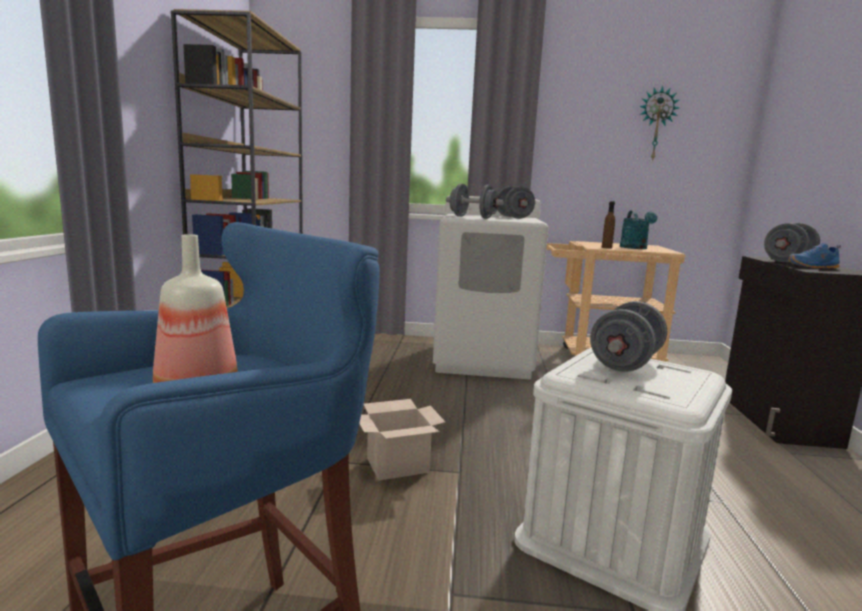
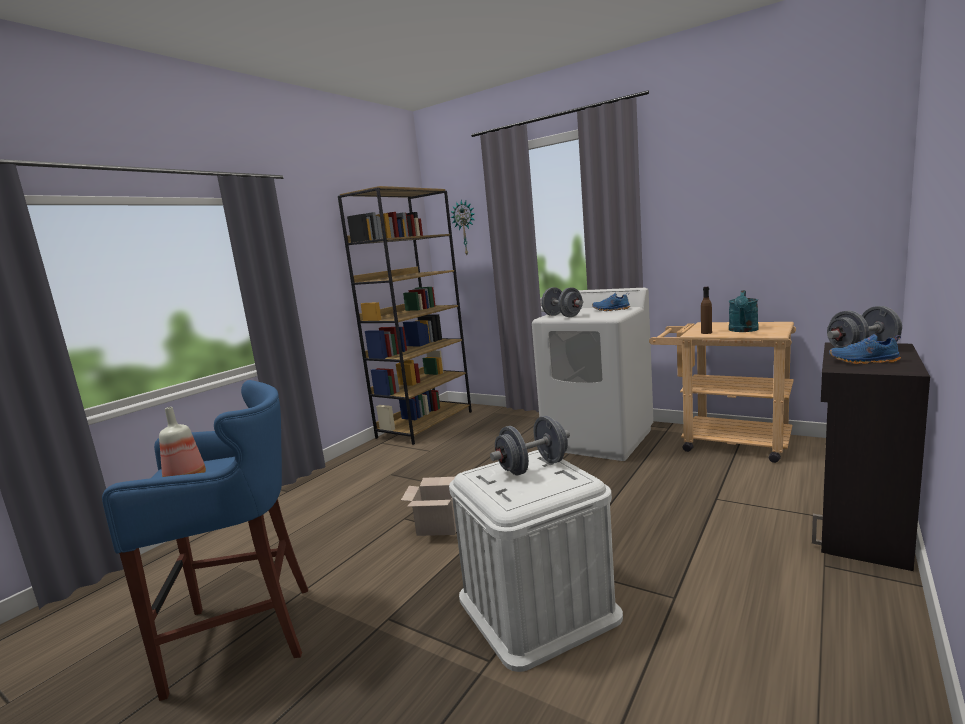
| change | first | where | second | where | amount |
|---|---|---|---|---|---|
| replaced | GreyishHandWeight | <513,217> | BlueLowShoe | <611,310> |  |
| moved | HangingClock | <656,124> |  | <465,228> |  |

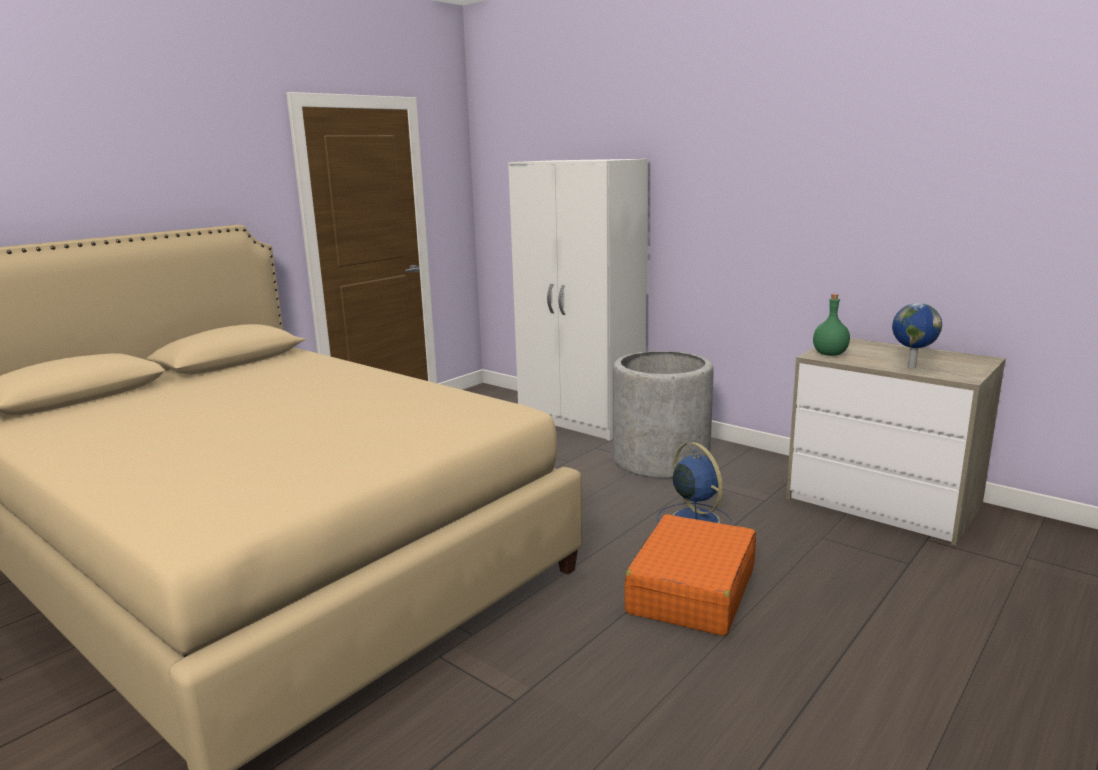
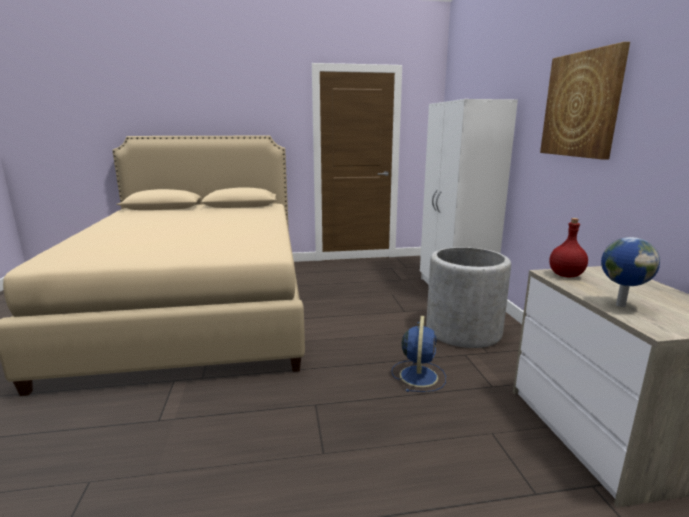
| change | first | where | second | where | amount |
|---|---|---|---|---|---|
| removed | OrangeTravelCase | <691,591> |  |  |  |
| recoloured | GreenColouredDrinkBottle | <829,354> | RedDrinkBottle | <565,275> |  |
| added |  |  | Picture | <581,105> |  |

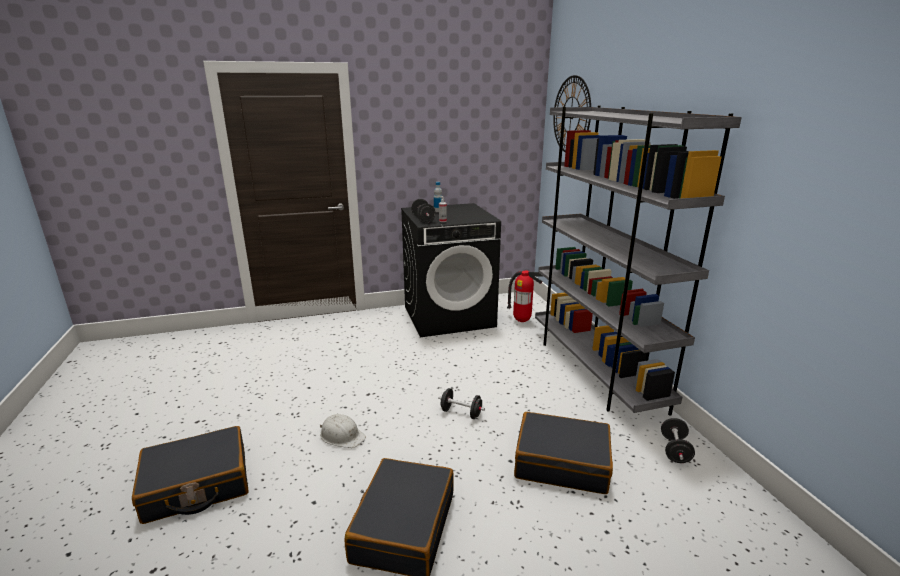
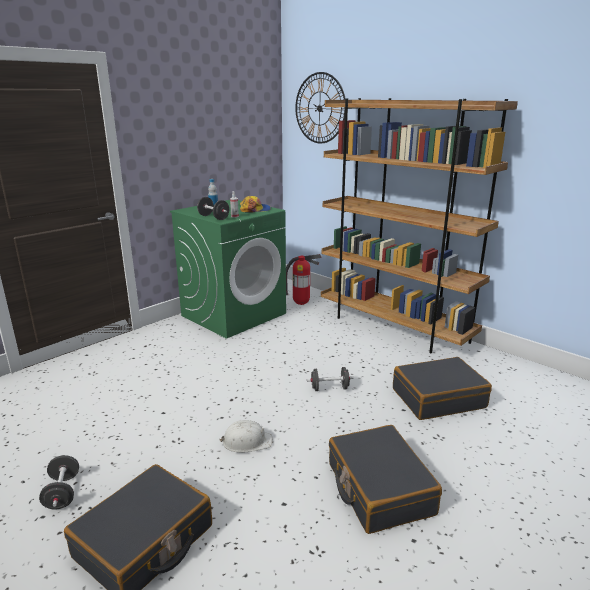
| change | first | where | second | where | amount |
|---|---|---|---|---|---|
| recoloured | BlackLaundryAppliance | <449,316> | GreenColouredLaundryAppliance | <234,314> |  |
| recoloured | GreyishBookshelf | <595,370> | BrownishBookshelf | <394,327> |  |
| moved | BlackHandWeight | <675,450> |  | <62,493> |  |
| added |  |  | Cap | <255,210> |  |

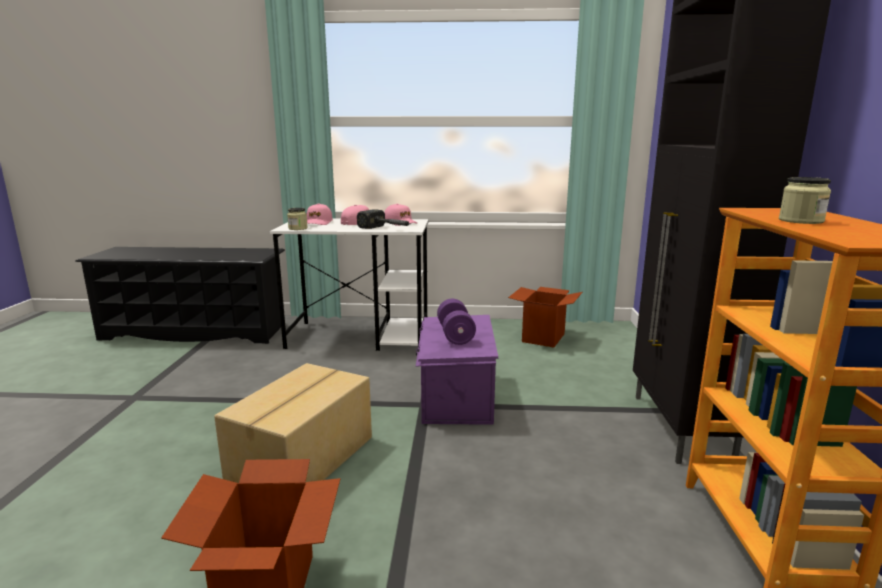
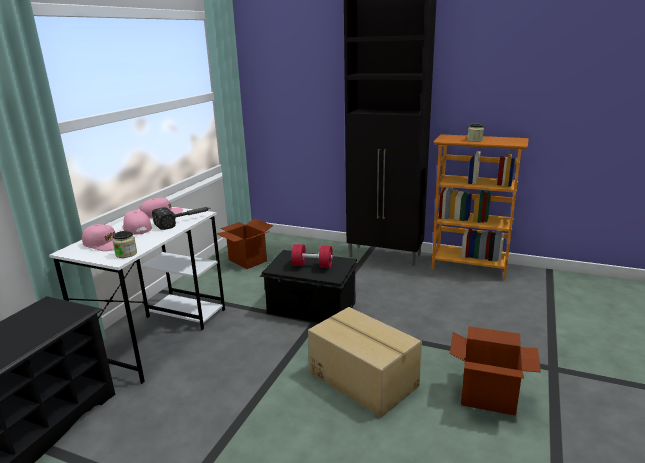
| change | first | where | second | where | amount |
|---|---|---|---|---|---|
| recoloured | PurpleColouredStorageBin | <455,396> | BlackStorageBin | <312,308> |  |
| recoloured | PurpleColouredHandWeight | <455,335> | RedHandWeight | <312,265> |  |

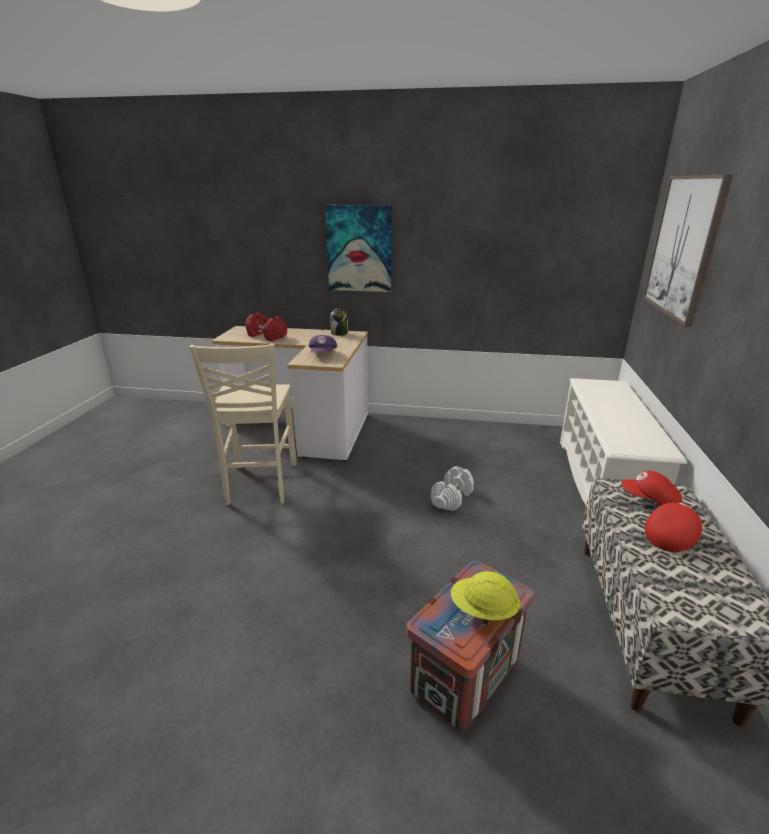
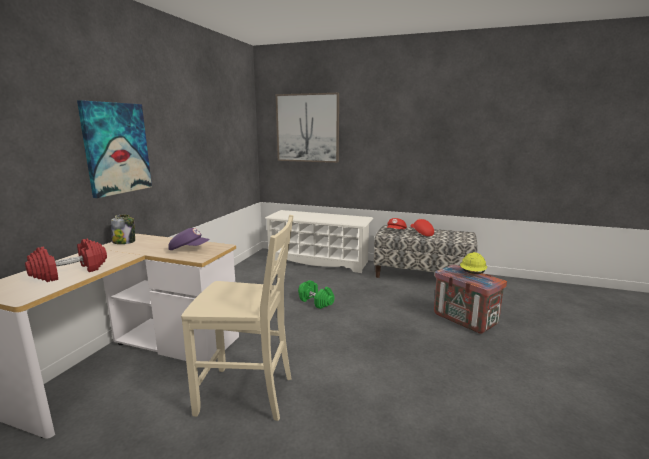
| change | first | where | second | where | amount |
|---|---|---|---|---|---|
| recoloured | WhiteHandWeight | <452,498> | GreenColouredHandWeight | <316,302> |  |

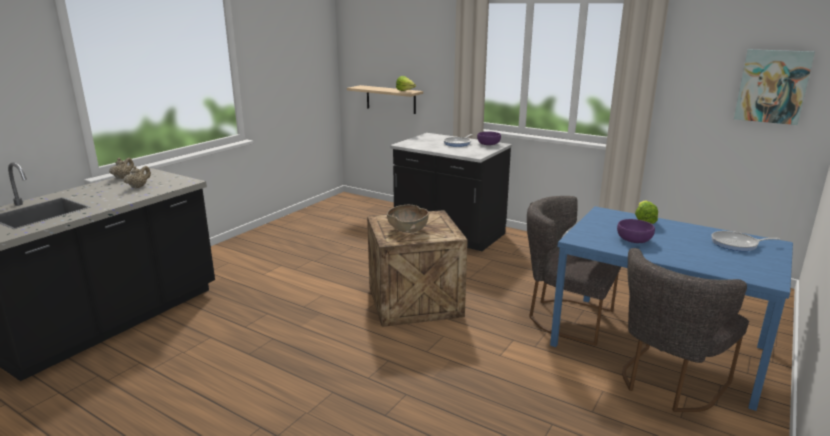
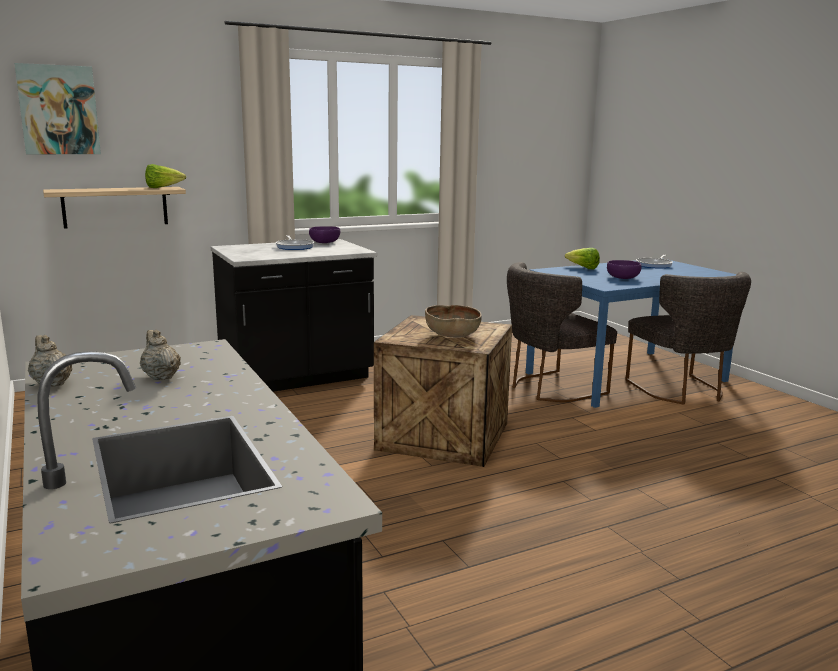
| change | first | where | second | where | amount |
|---|---|---|---|---|---|
| moved | Picture | <772,86> |  | <58,110> |  |

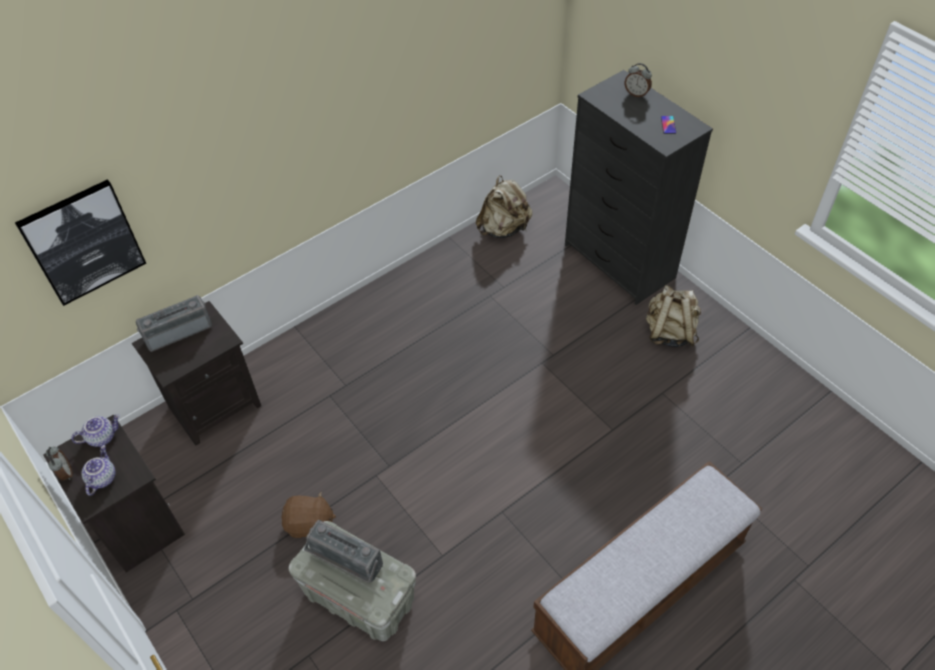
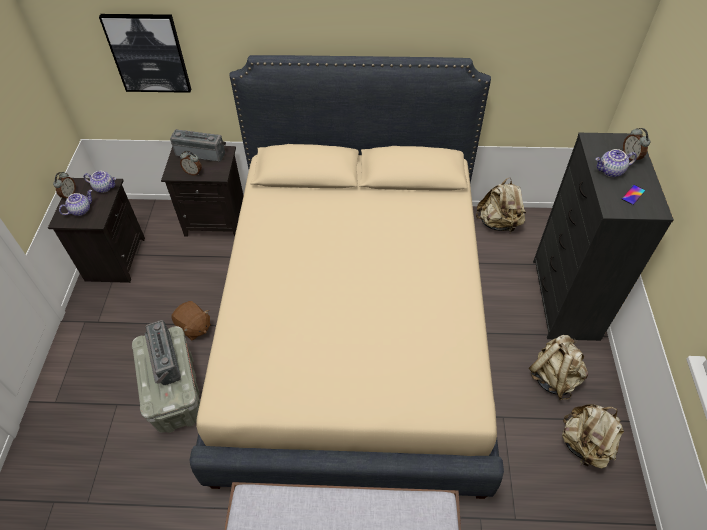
| change | first | where | second | where | amount |
|---|---|---|---|---|---|
| added |  |  | BedsideClock | <193,172> |  |
| added |  |  | BeigeColouredSleepingBed | <355,328> |  |
| added |  |  | BeigeColouredRucksack | <585,445> |  |
| added |  |  | TeaPot | <610,171> |  |

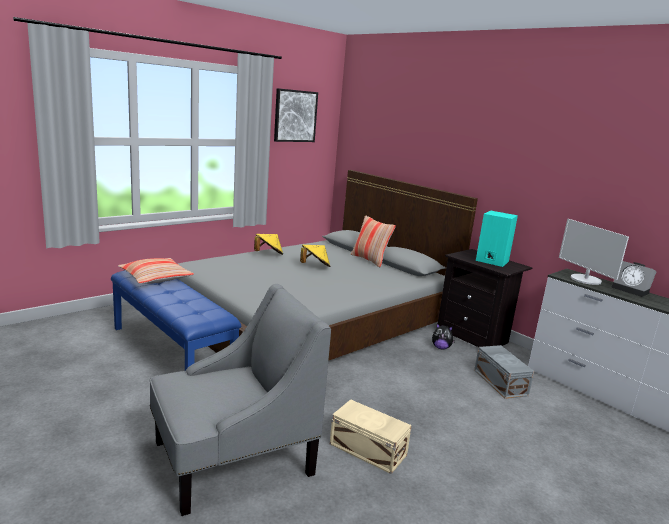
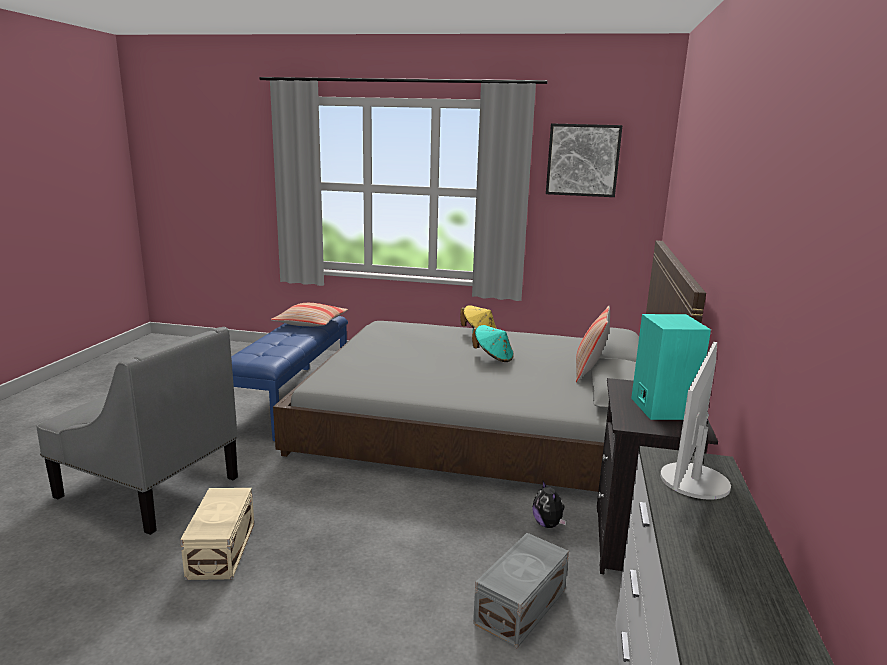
| change | first | where | second | where | amount |
|---|---|---|---|---|---|
| recoloured | YellowishHat | <315,266> | TurquoiseColouredHat | <493,357> |  |
| removed | BedsideClock | <631,290> |  |  |  |

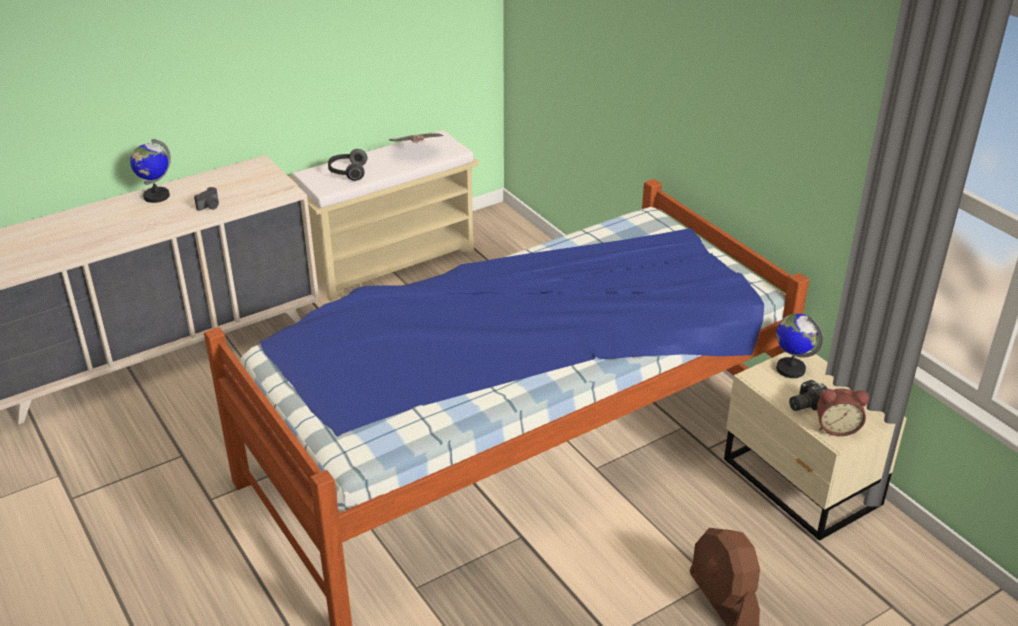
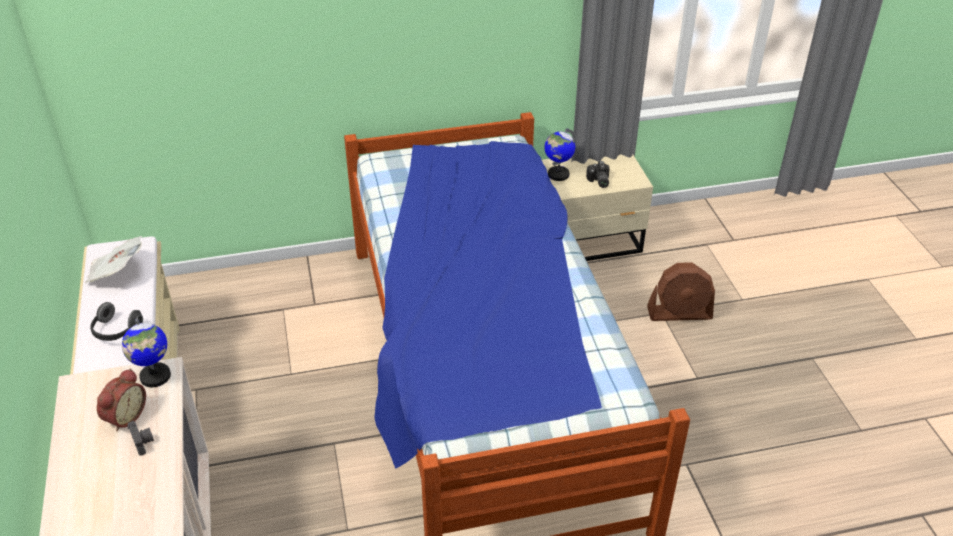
| change | first | where | second | where | amount |
|---|---|---|---|---|---|
| moved | WorldGlobe | <156,196> |  | <155,376> |  |
| moved | BedsideClock | <836,427> |  | <124,416> |  |

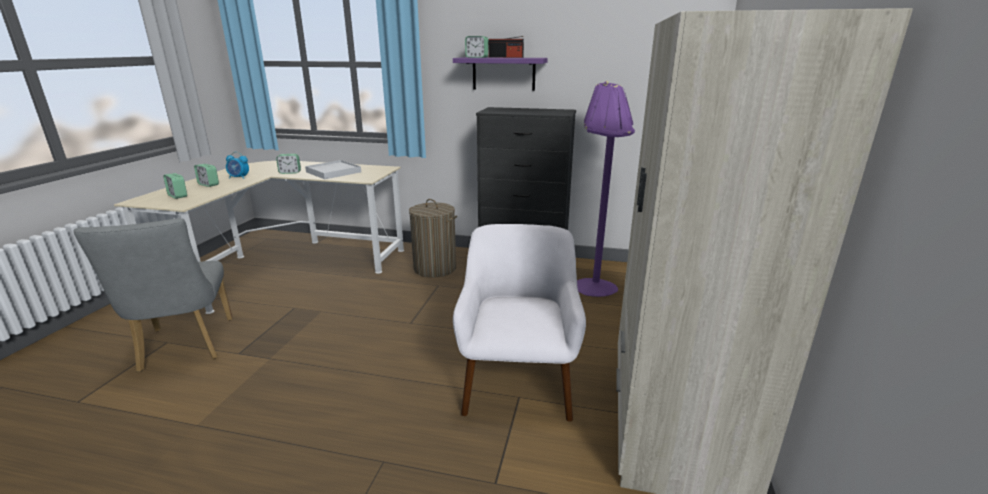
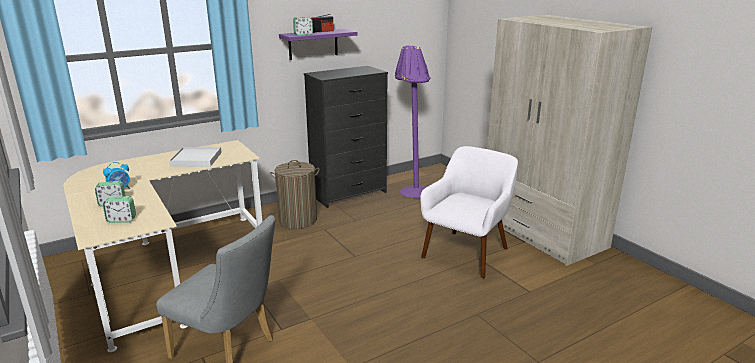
| change | first | where | second | where | amount |
|---|---|---|---|---|---|
| removed | BedsideClock | <290,172> |  |  |  |
| turned | WhiteLoungeChair | <518,382> |  | <467,253> | 75 degrees clockwise |

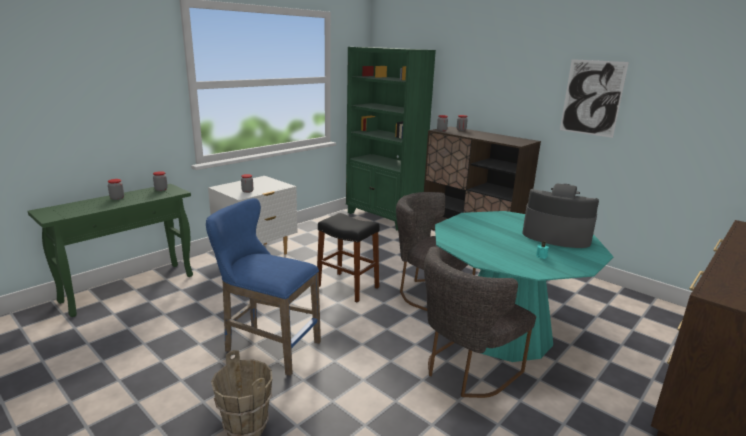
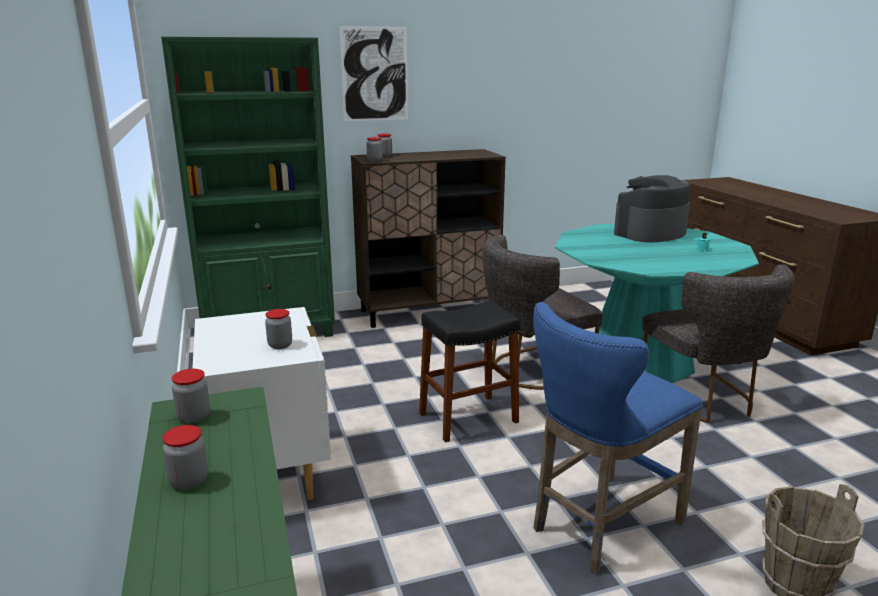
| change | first | where | second | where | amount |
|---|---|---|---|---|---|
| moved | Picture | <592,98> |  | <375,74> |  |

